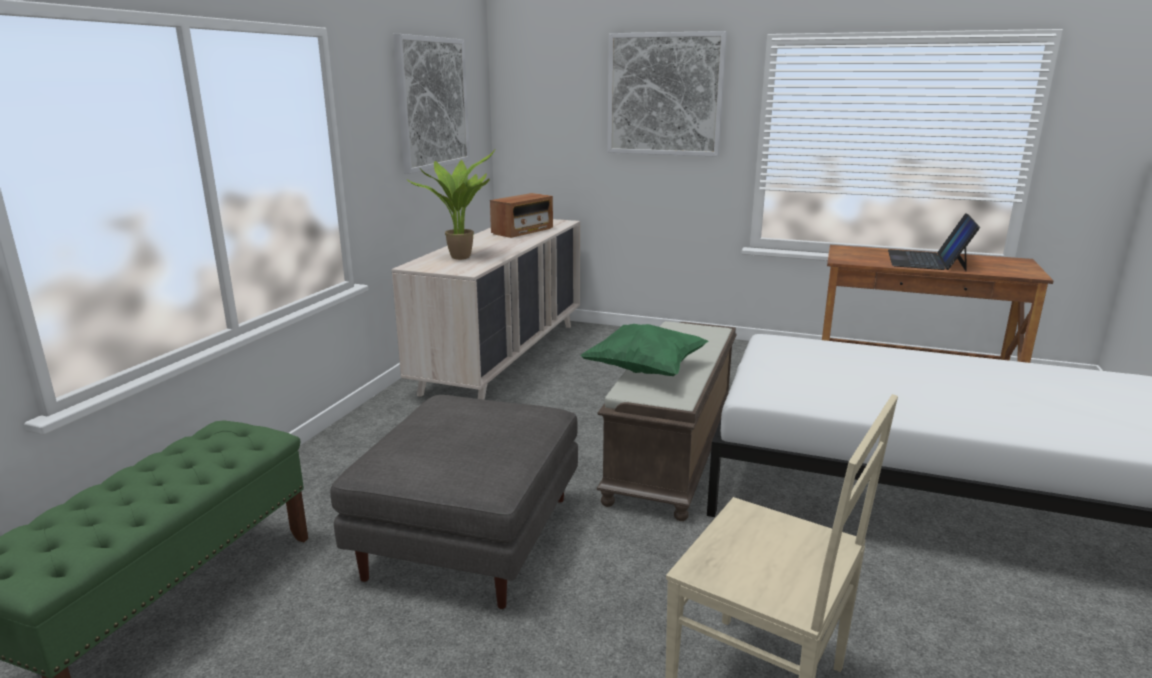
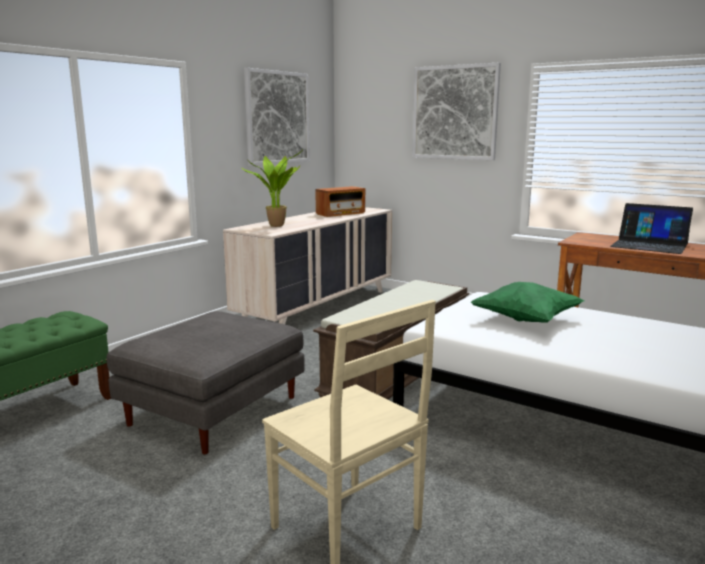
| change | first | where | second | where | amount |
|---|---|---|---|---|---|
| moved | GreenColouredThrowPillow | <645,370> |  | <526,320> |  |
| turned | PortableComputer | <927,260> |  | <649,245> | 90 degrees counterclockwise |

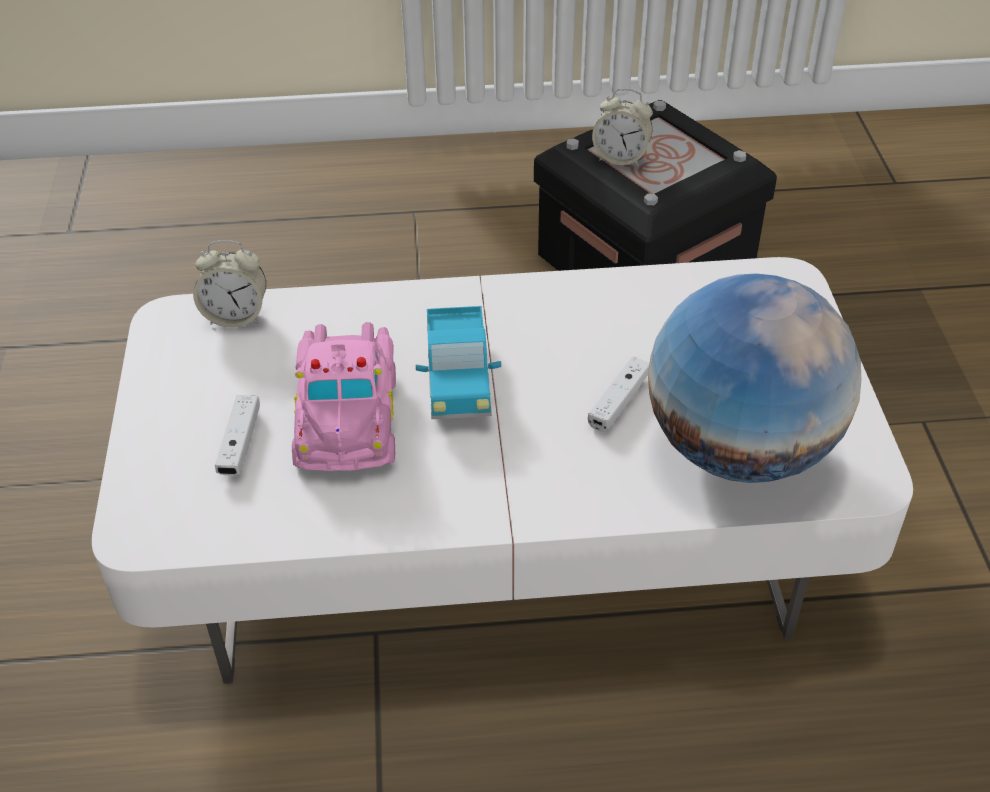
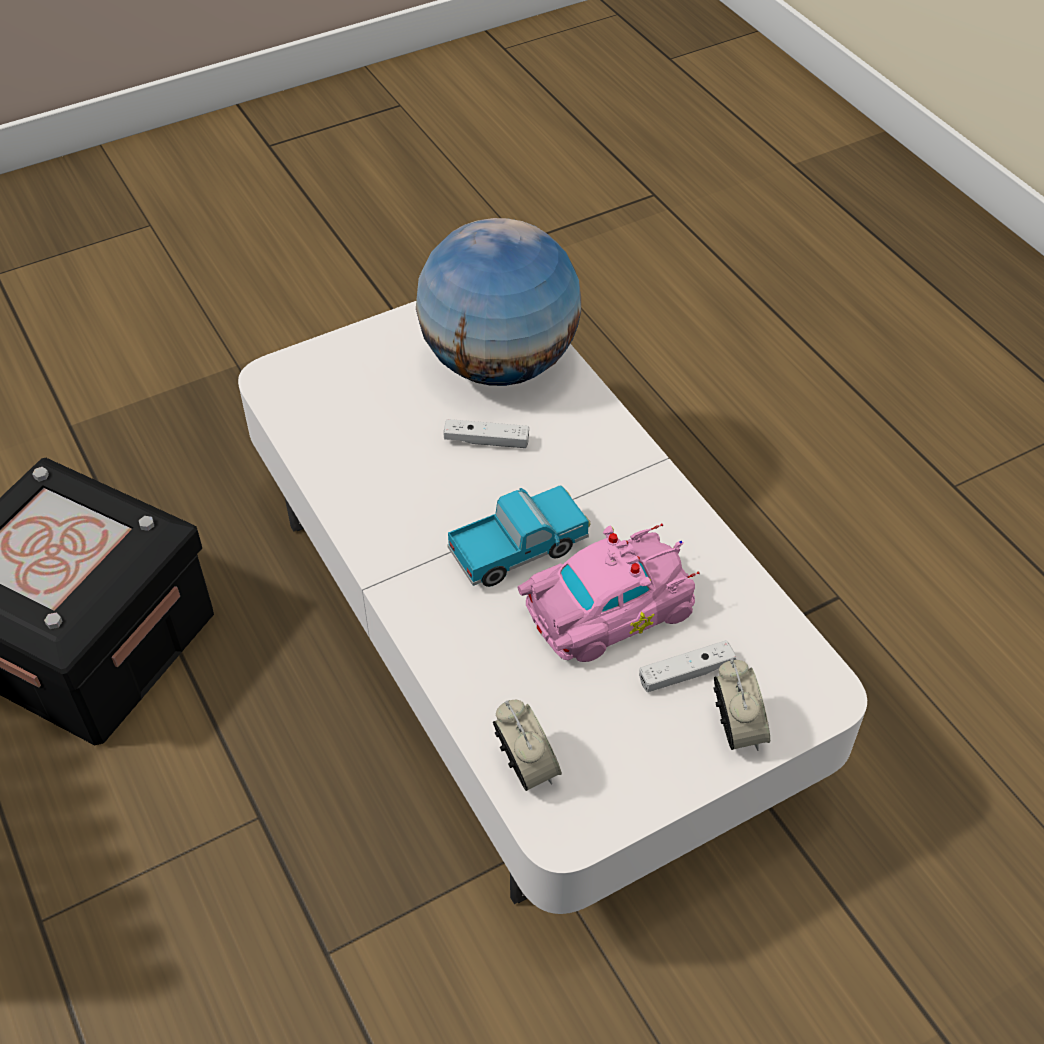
| change | first | where | second | where | amount |
|---|---|---|---|---|---|
| moved | BedsideClock | <621,158> |  | <736,730> |  |

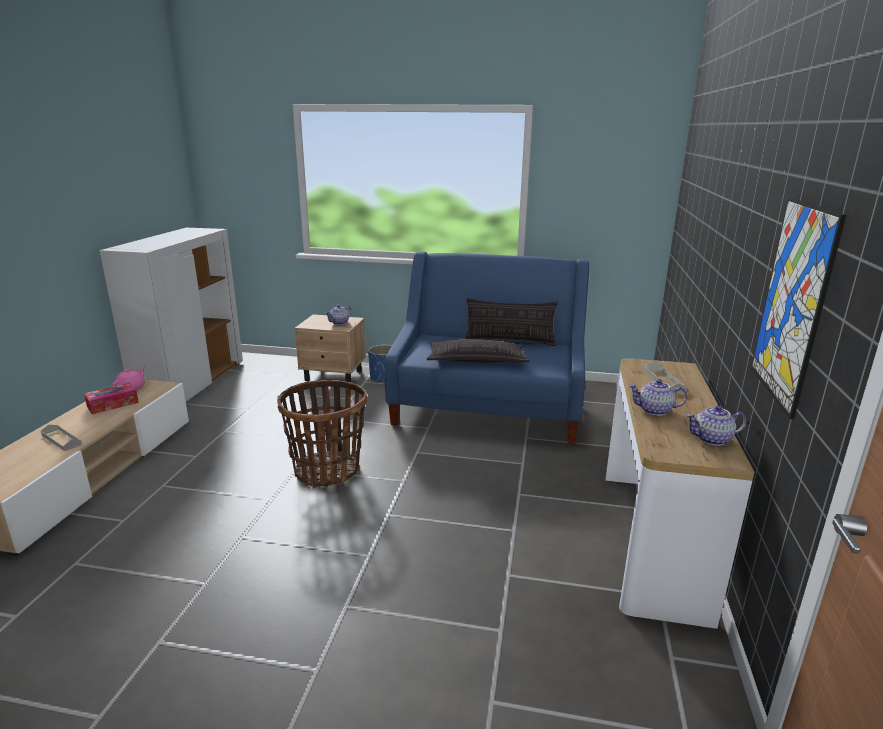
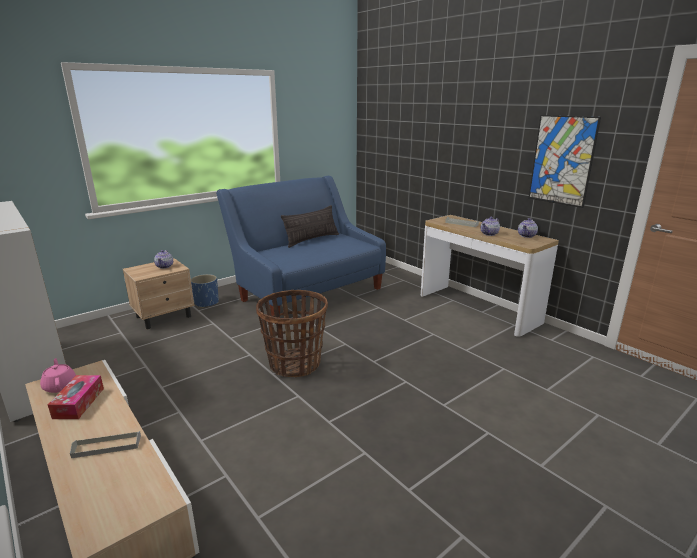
| change | first | where | second | where | amount |
|---|---|---|---|---|---|
| removed | ThrowPillow | <477,360> |  |  |  |

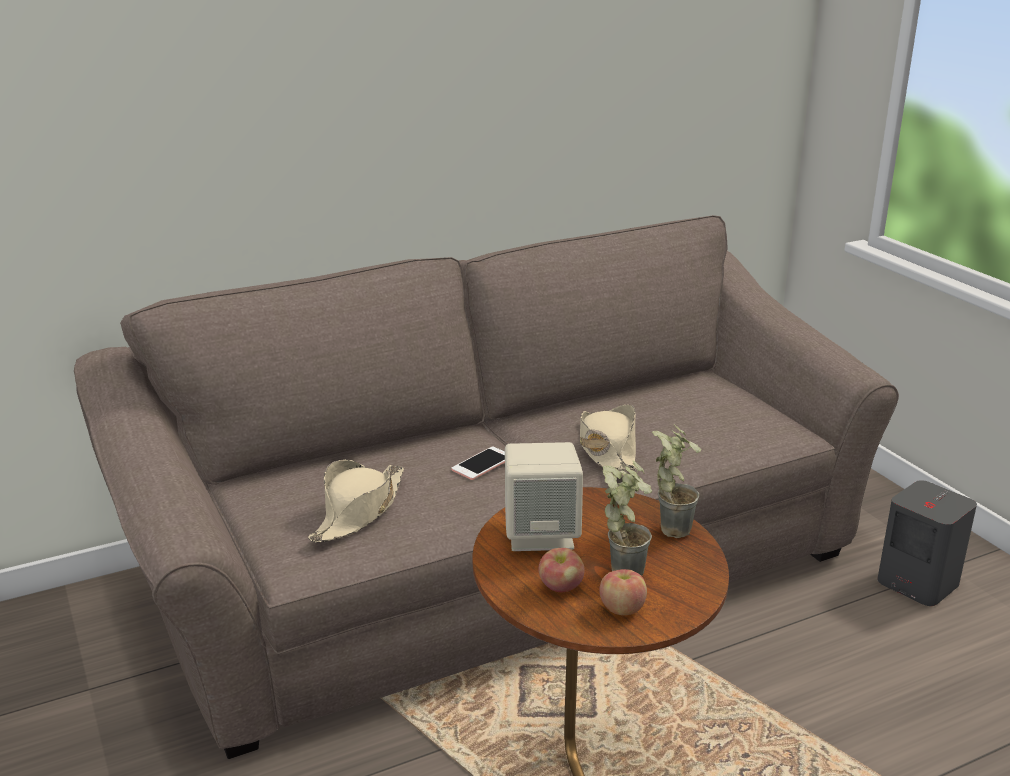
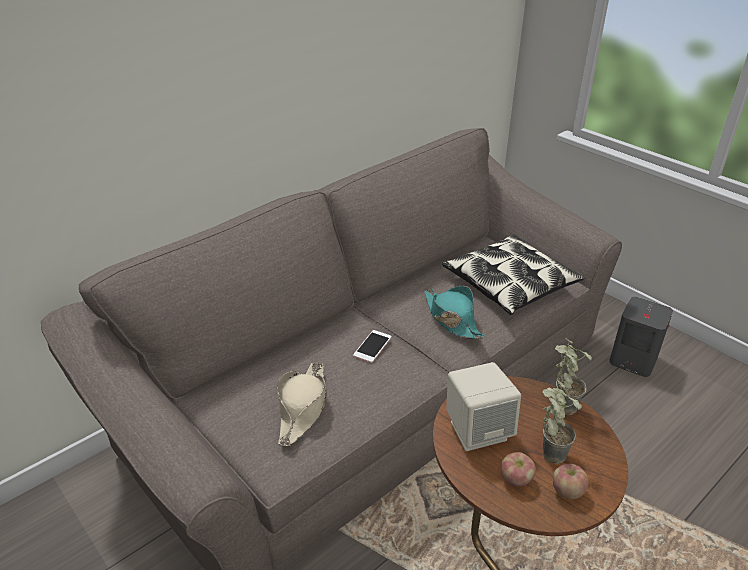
| change | first | where | second | where | amount |
|---|---|---|---|---|---|
| recoloured | BeigeColouredHat | <607,449> | TurquoiseColouredHat | <451,318> |  |
| added |  |  | ThrowPillow | <510,284> |  |

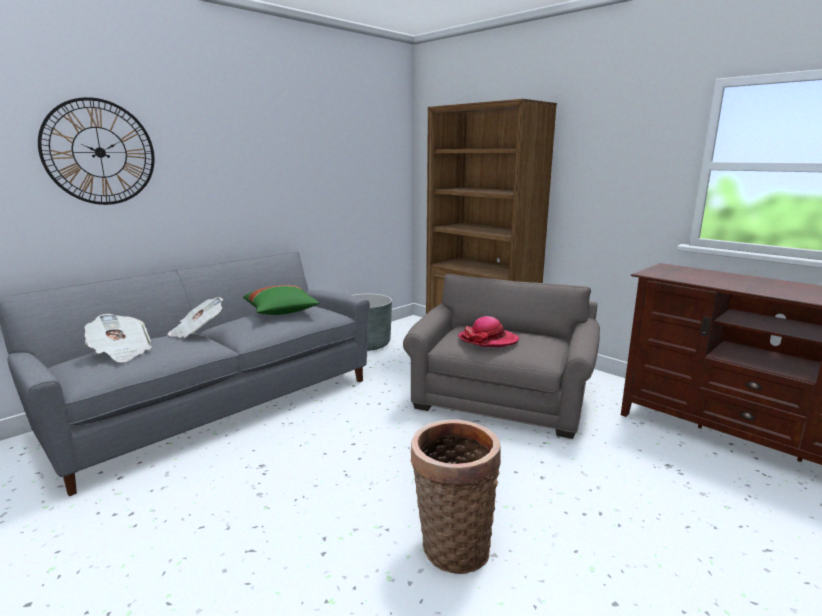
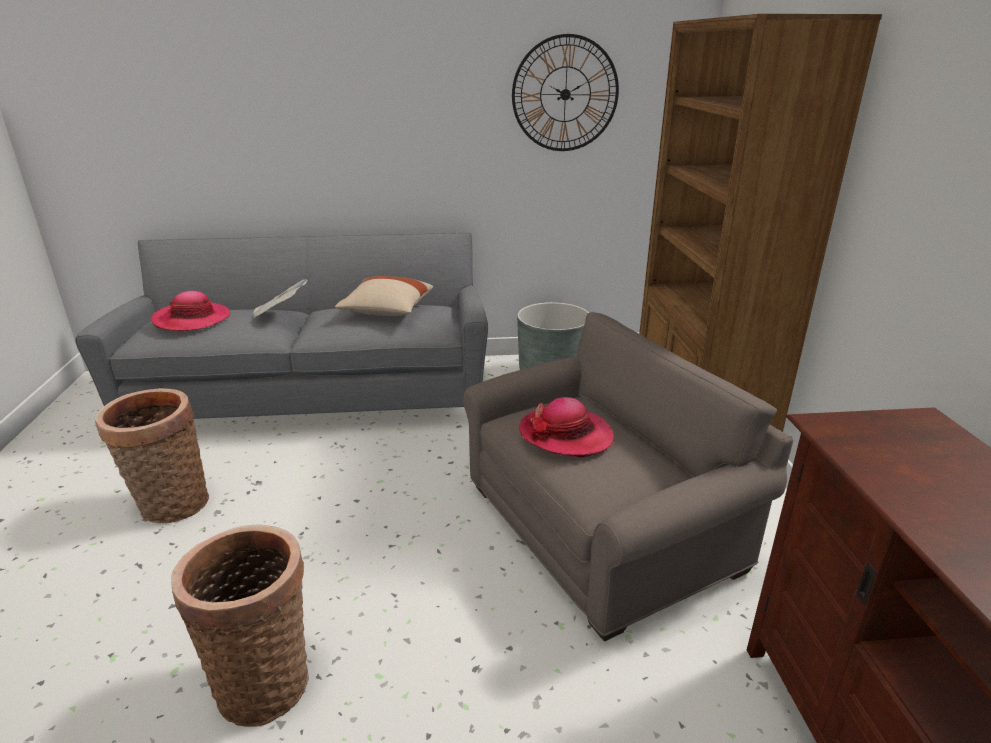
| change | first | where | second | where | amount |
|---|---|---|---|---|---|
| moved | HangingClock | <100,152> |  | <565,94> |  |
| replaced | DailyPaper | <121,352> | Hat | <192,319> |  |
| recoloured | GreenColouredThrowPillow | <281,312> | BeigeColouredThrowPillow | <386,311> |  |
| added |  |  | StorageBasket | <170,504> |  |

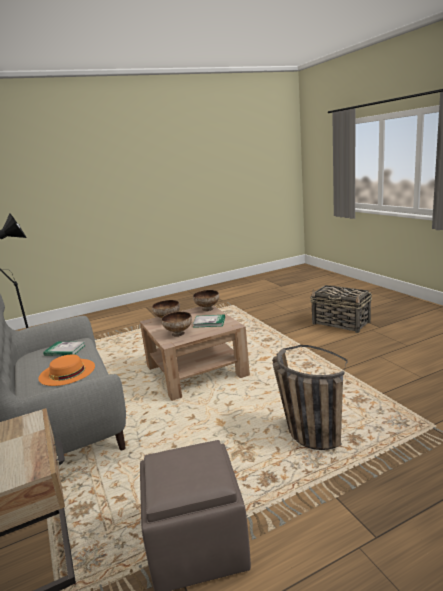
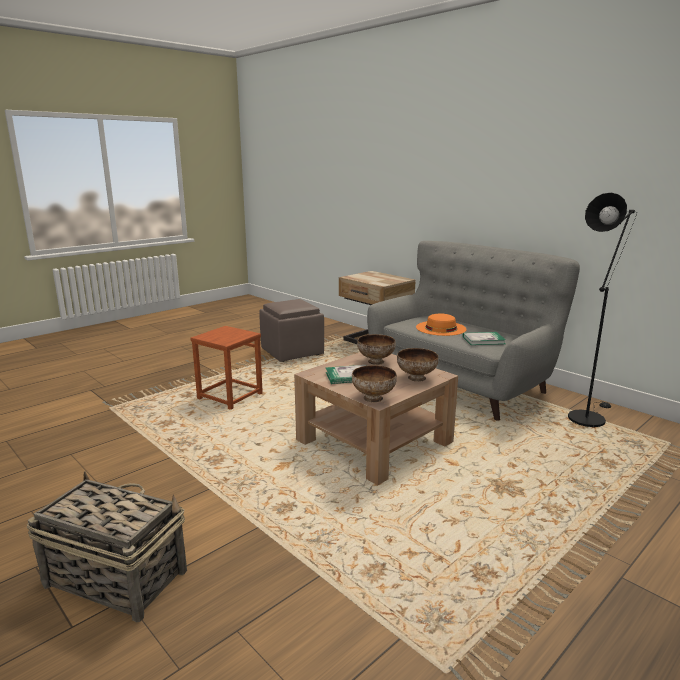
| change | first | where | second | where | amount |
|---|---|---|---|---|---|
| replaced | StorageBasket | <304,431> | BrownishStoolSeat | <229,396> |  |

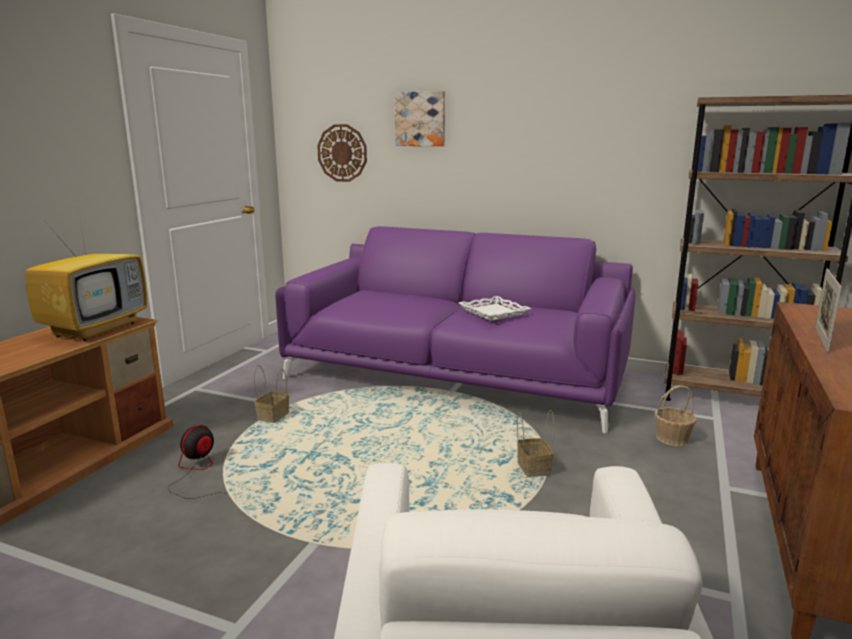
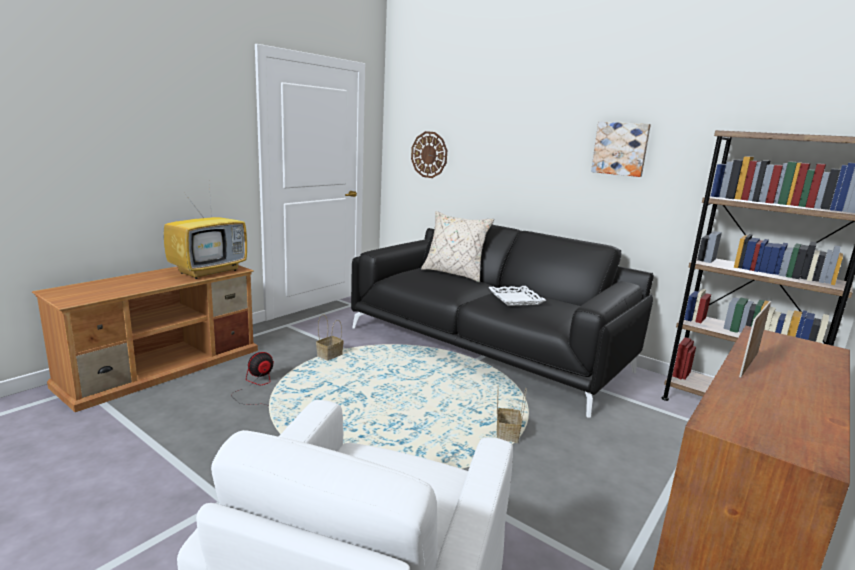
| change | first | where | second | where | amount |
|---|---|---|---|---|---|
| recoloured | PurpleColouredSettee | <456,376> | BlackSettee | <487,348> |  |
| moved | Picture | <420,119> |  | <620,149> |  |
| removed | StorageBasket | <673,438> |  |  |  |
| added |  |  | BeigeColouredThrowPillow | <454,273> |  |

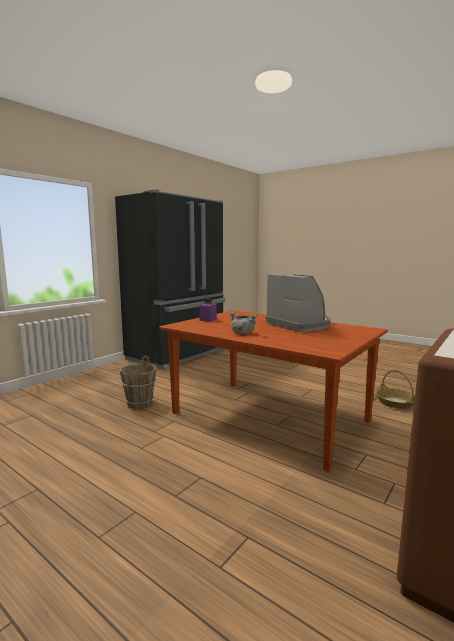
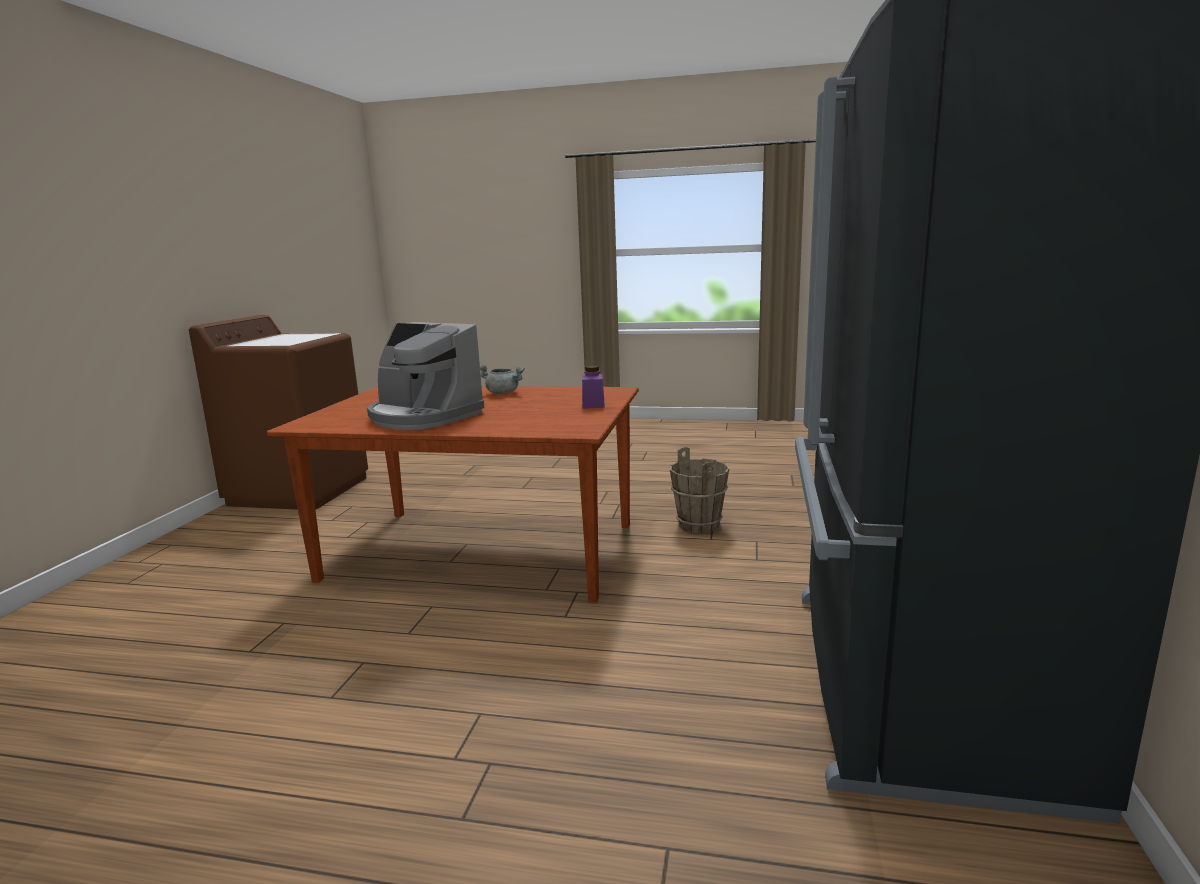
| change | first | where | second | where | amount |
|---|---|---|---|---|---|
| removed | StorageBasket | <396,402> |  |  |  |

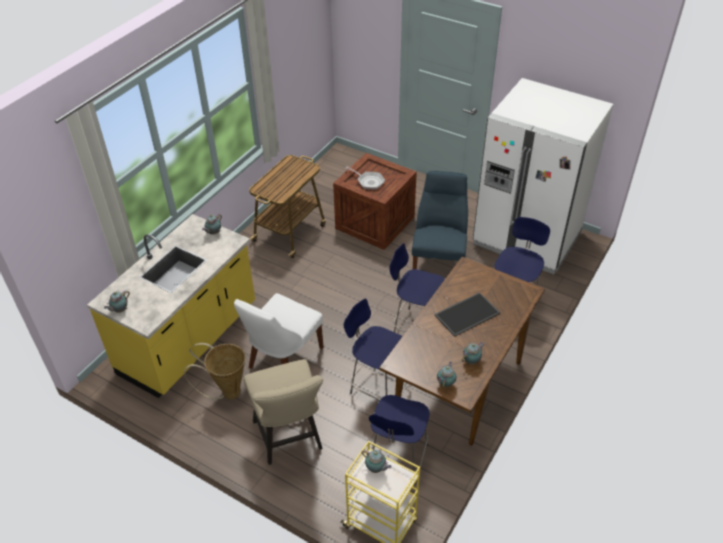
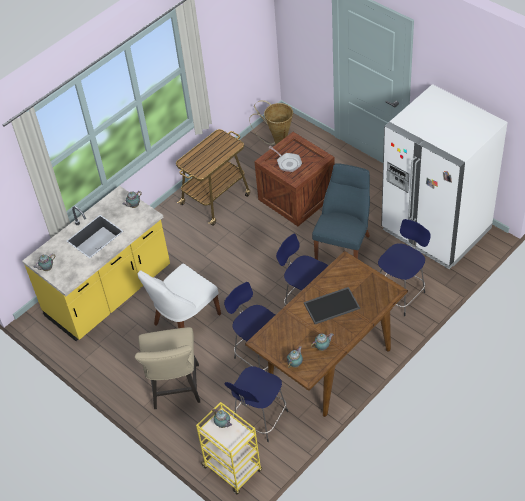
| change | first | where | second | where | amount |
|---|---|---|---|---|---|
| moved | StorageBasket | <227,392> |  | <277,141> |  |

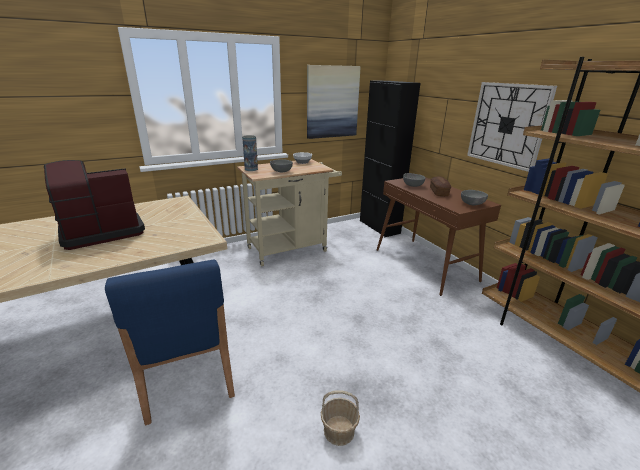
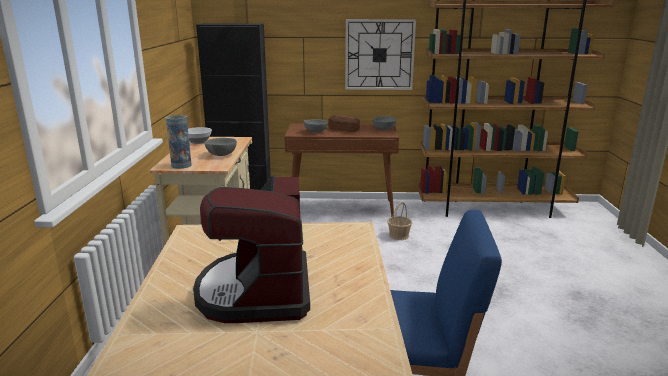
| change | first | where | second | where | amount |
|---|---|---|---|---|---|
| removed | Picture | <332,102> |  |  |  |
| moved | StorageBasket | <339,431> |  | <399,235> |  |

